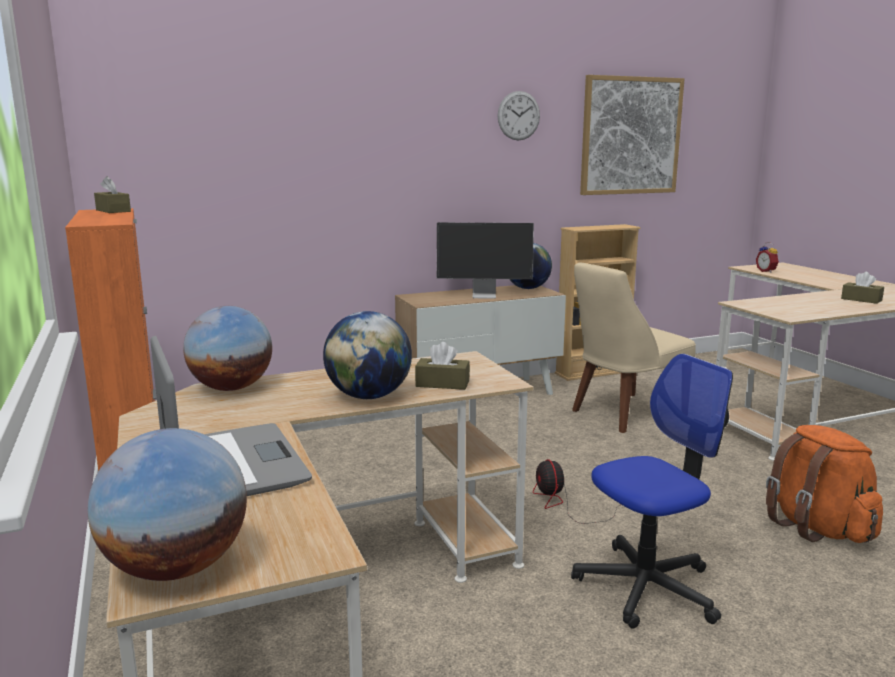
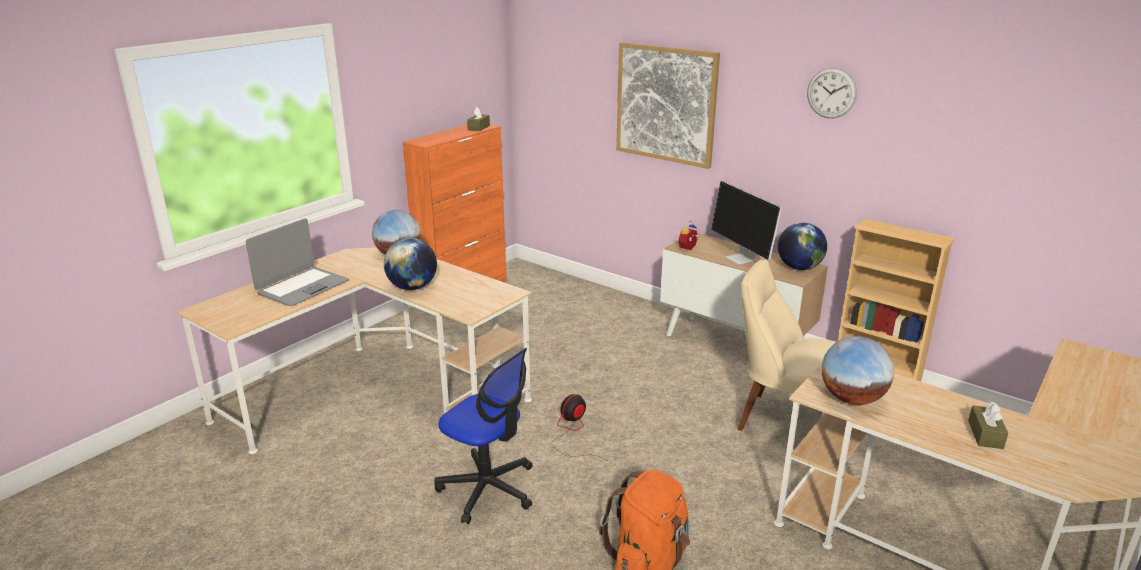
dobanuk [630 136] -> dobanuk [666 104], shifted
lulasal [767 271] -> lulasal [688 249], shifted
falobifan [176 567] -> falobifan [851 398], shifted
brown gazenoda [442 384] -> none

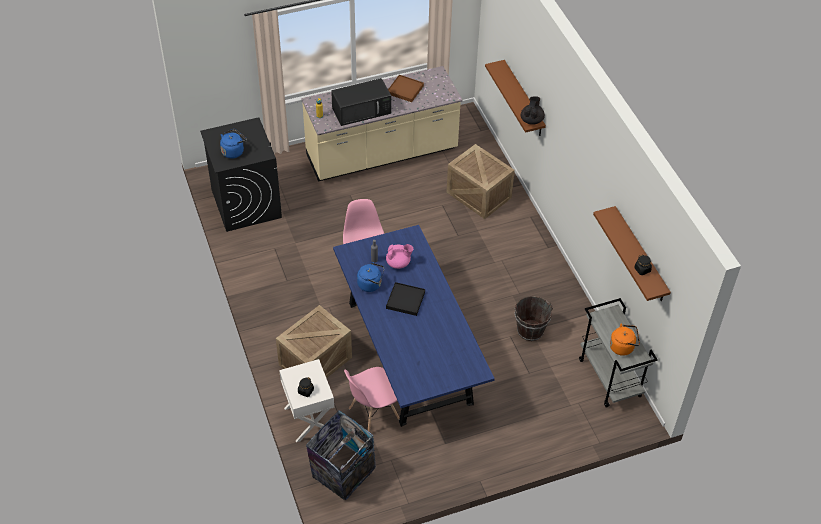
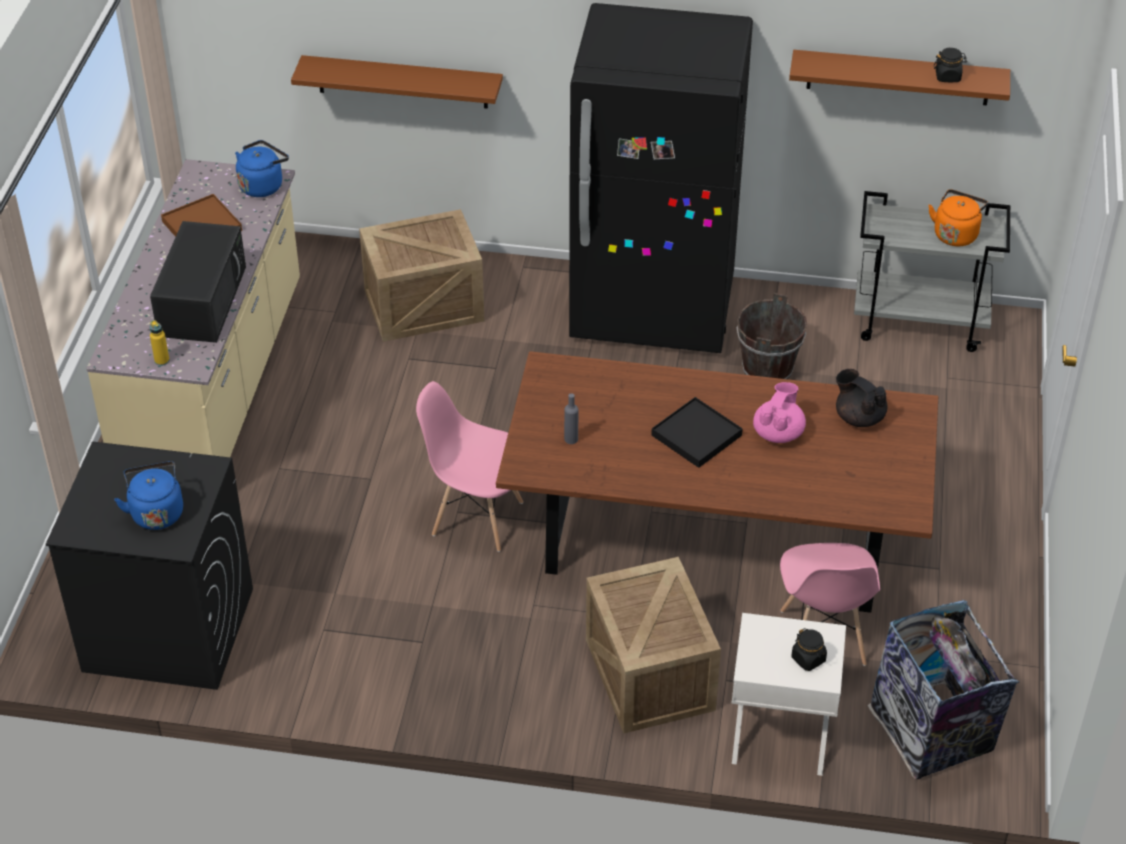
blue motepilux [371 284] -> blue motepilux [263 185], shifted
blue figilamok [409 352] -> brown figilamok [714 535]
none -> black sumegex [653 310]
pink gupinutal [398 263] -> pink gupinutal [778 433], shifted
black gupinutal [531 120] -> black gupinutal [859 417], shifted

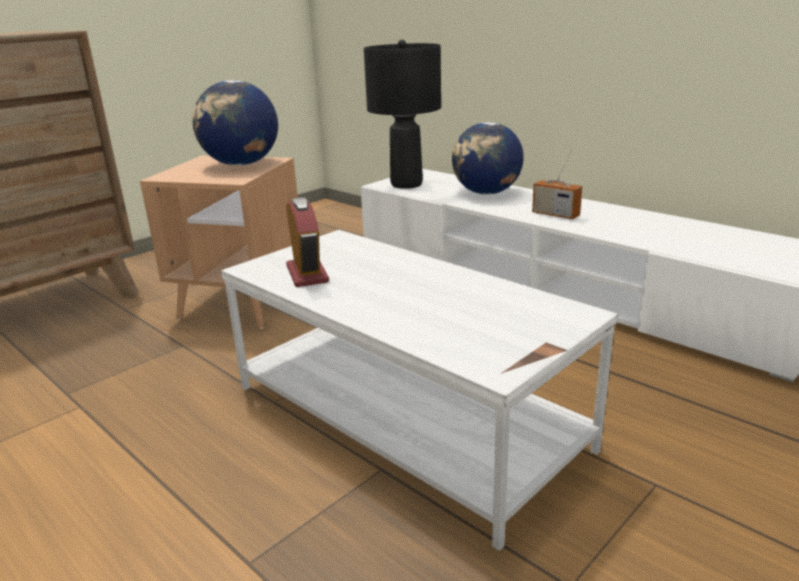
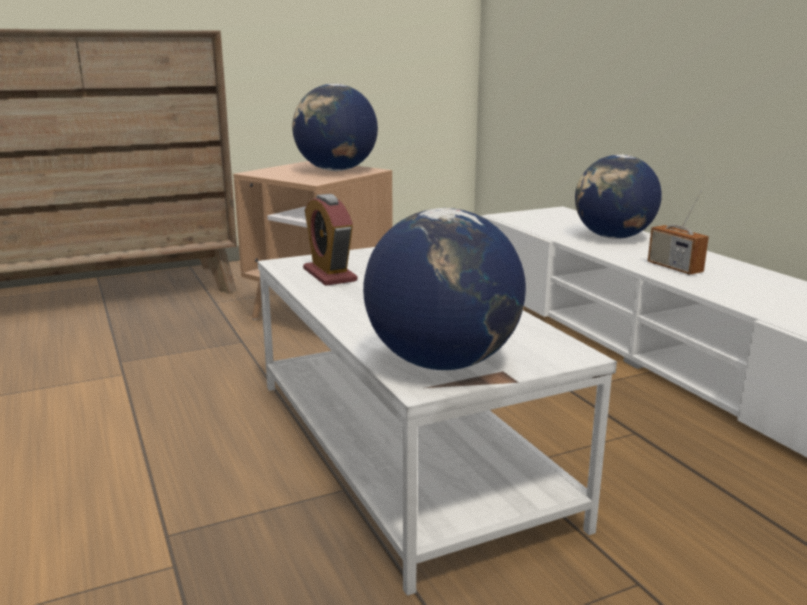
lulasal [307 274] -> lulasal [329 275], 150 degrees clockwise
none -> falobifan [442 362]
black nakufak [406 184] -> none

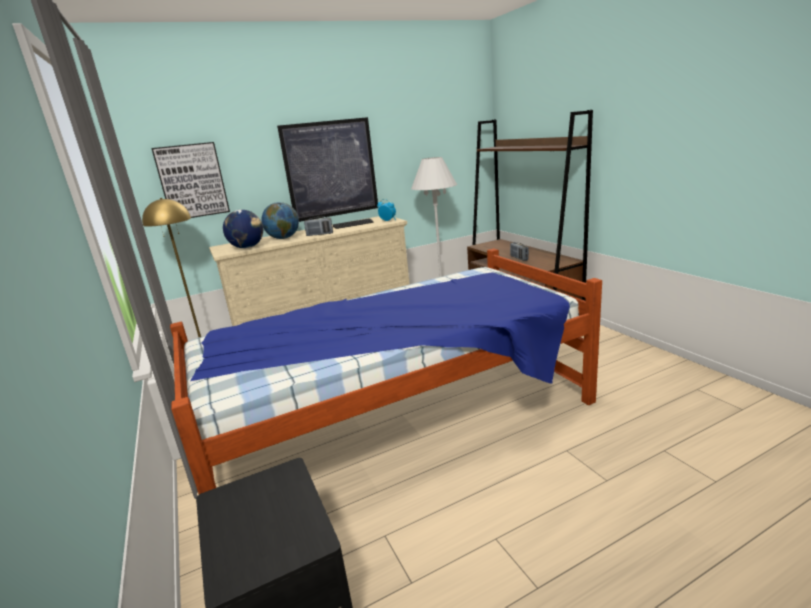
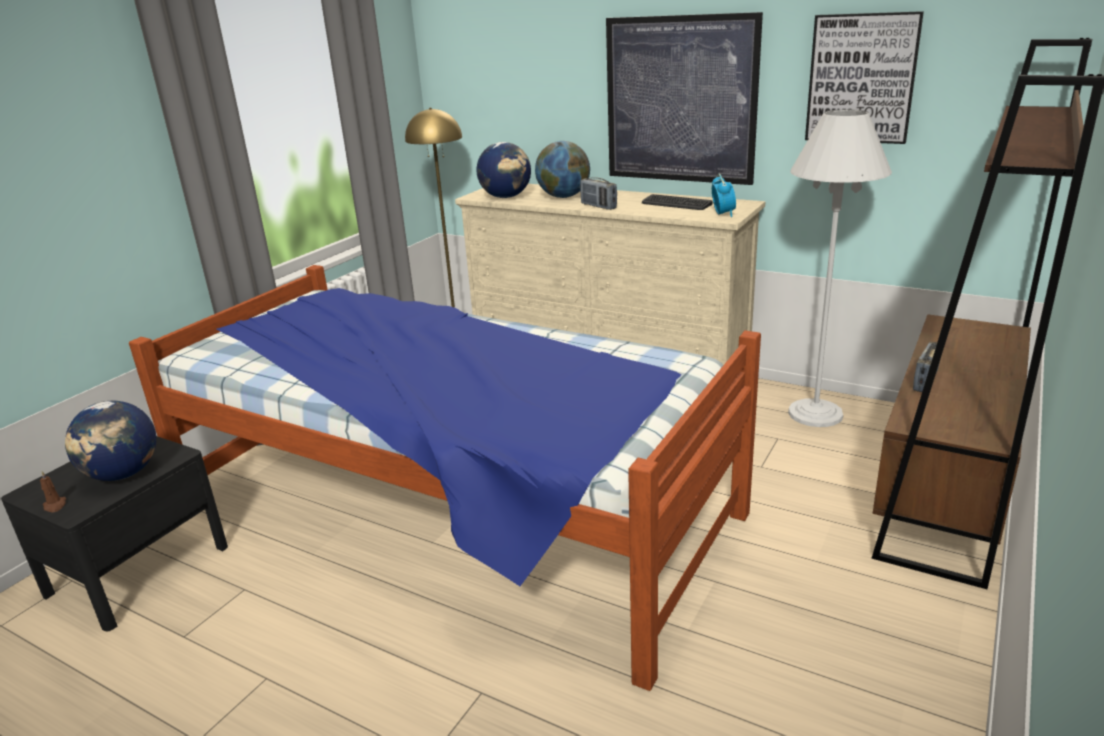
none -> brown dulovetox [55 506]
none -> falobifan [123 474]
dobanuk [192 181] -> dobanuk [861 79], shifted

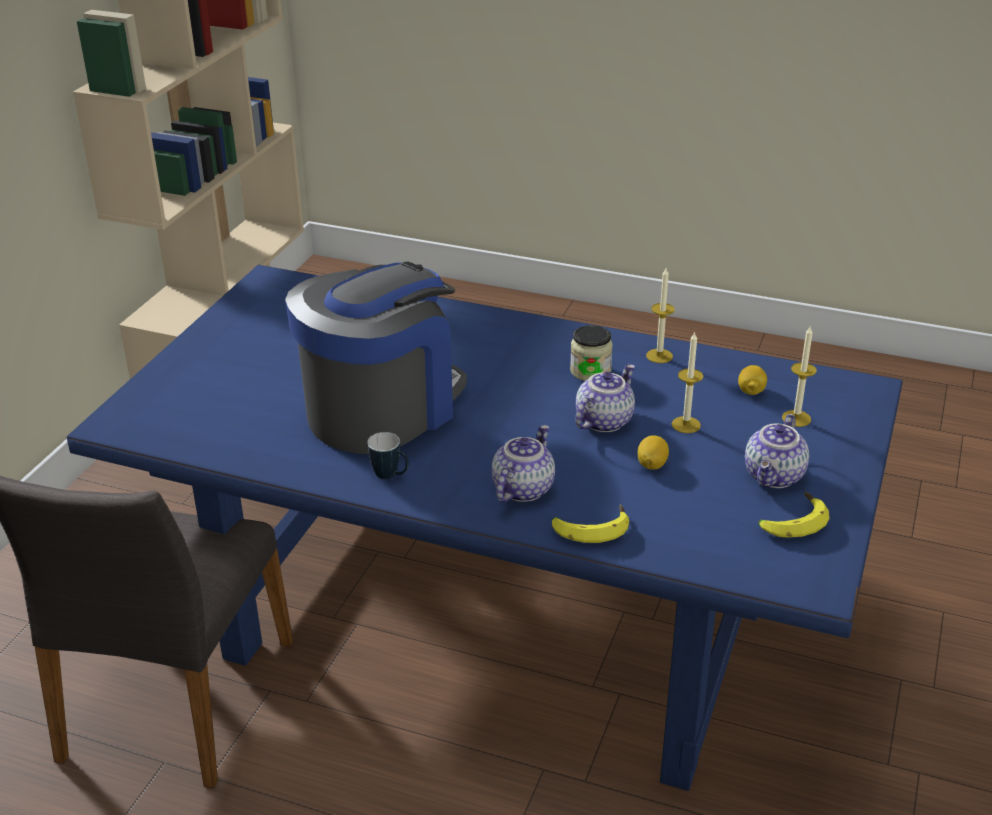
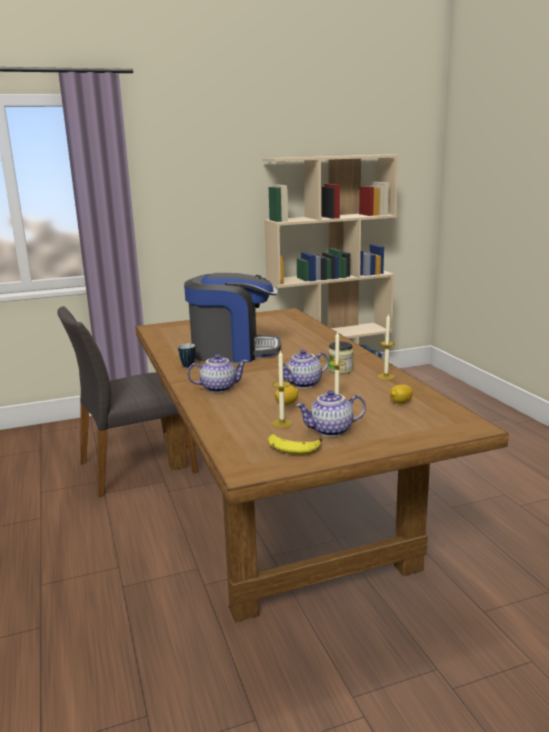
blue figilamok [494 621] -> brown figilamok [276 508]
dulovetox [796 418] -> dulovetox [282 423], shifted
gupinutal [603 420] -> gupinutal [304 384], 150 degrees clockwise
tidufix [590 528] -> none

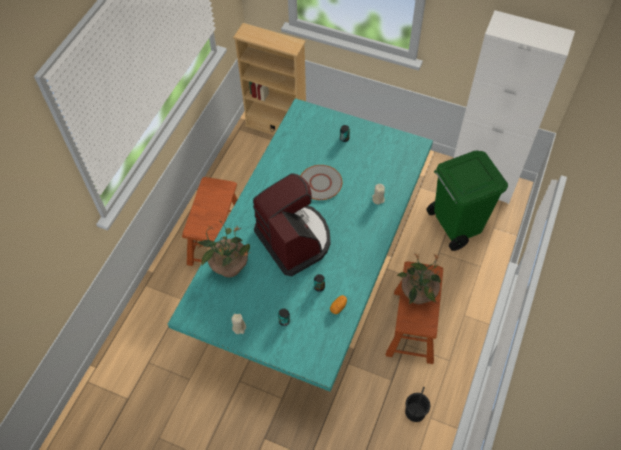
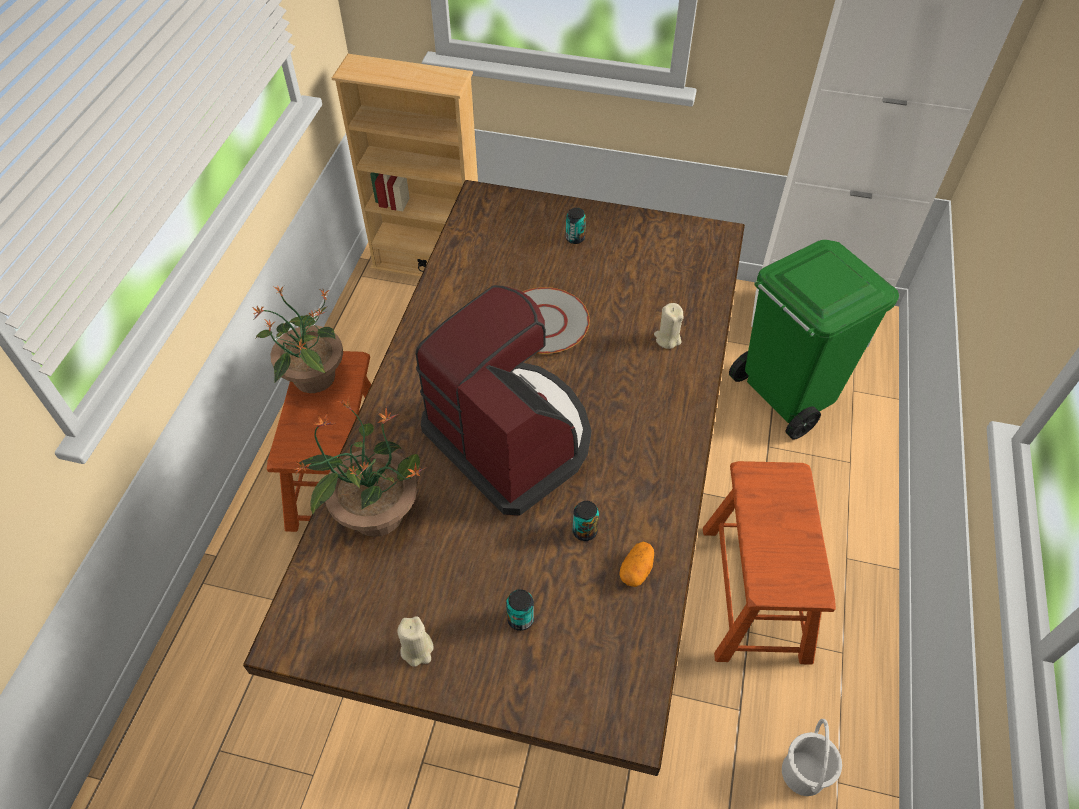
turquoise figilamok [311 281] -> brown figilamok [539 531]
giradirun [417 295] -> giradirun [313 378], shifted
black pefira [415 411] -> white pefira [802 773]

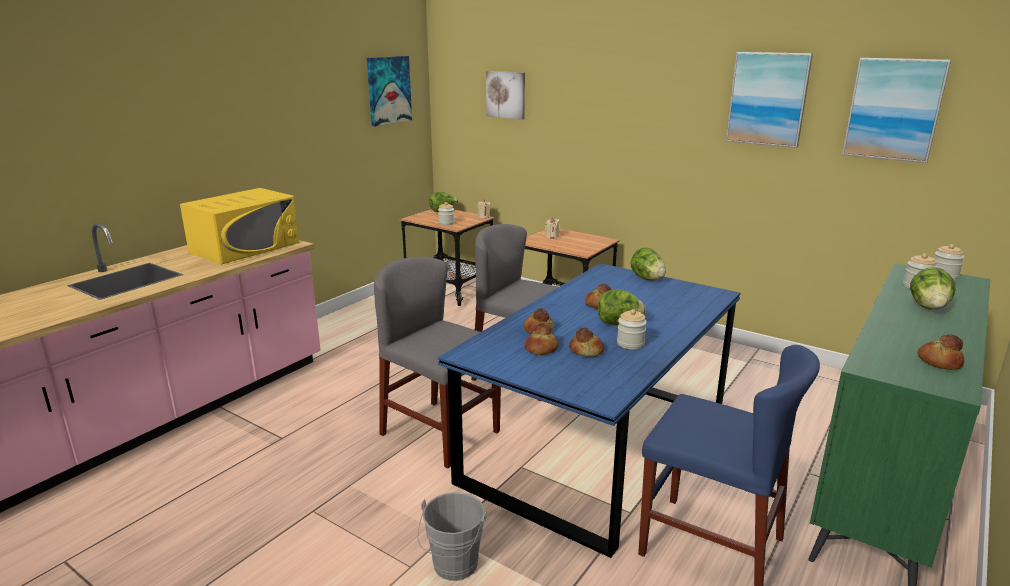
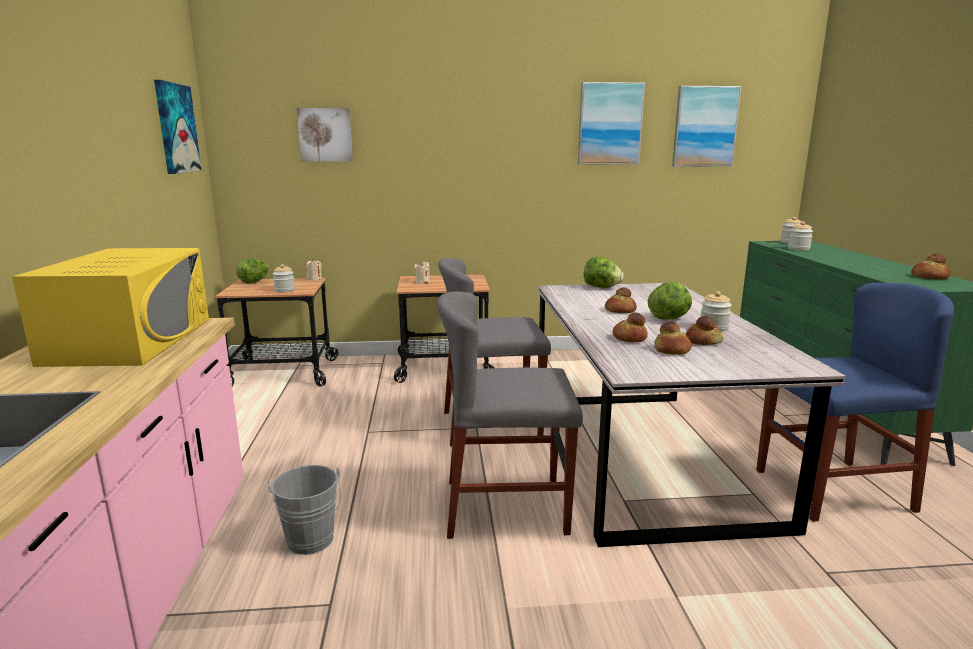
grey pefira [453 568] -> grey pefira [311 543], shifted
blue figilamok [596 443] -> grey figilamok [641 454]
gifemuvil [928 307] -> none

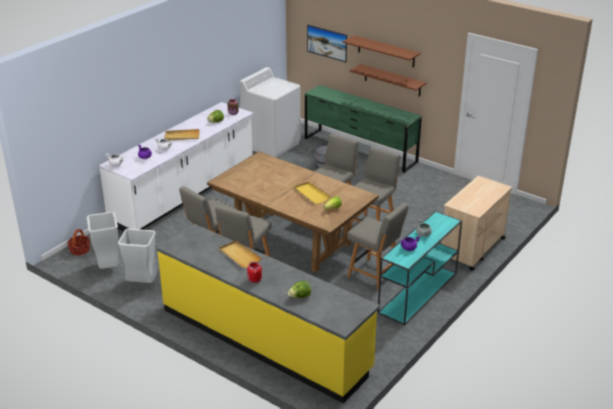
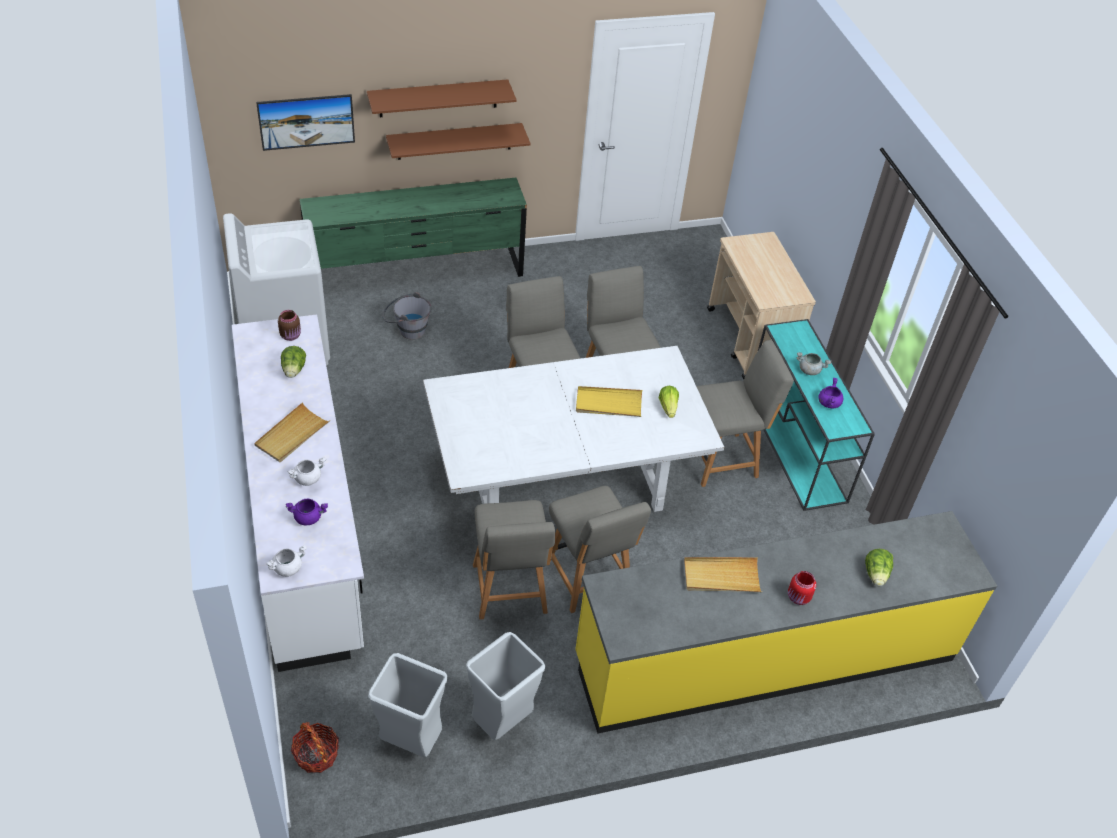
brown figilamok [293 240] -> white figilamok [564 484]

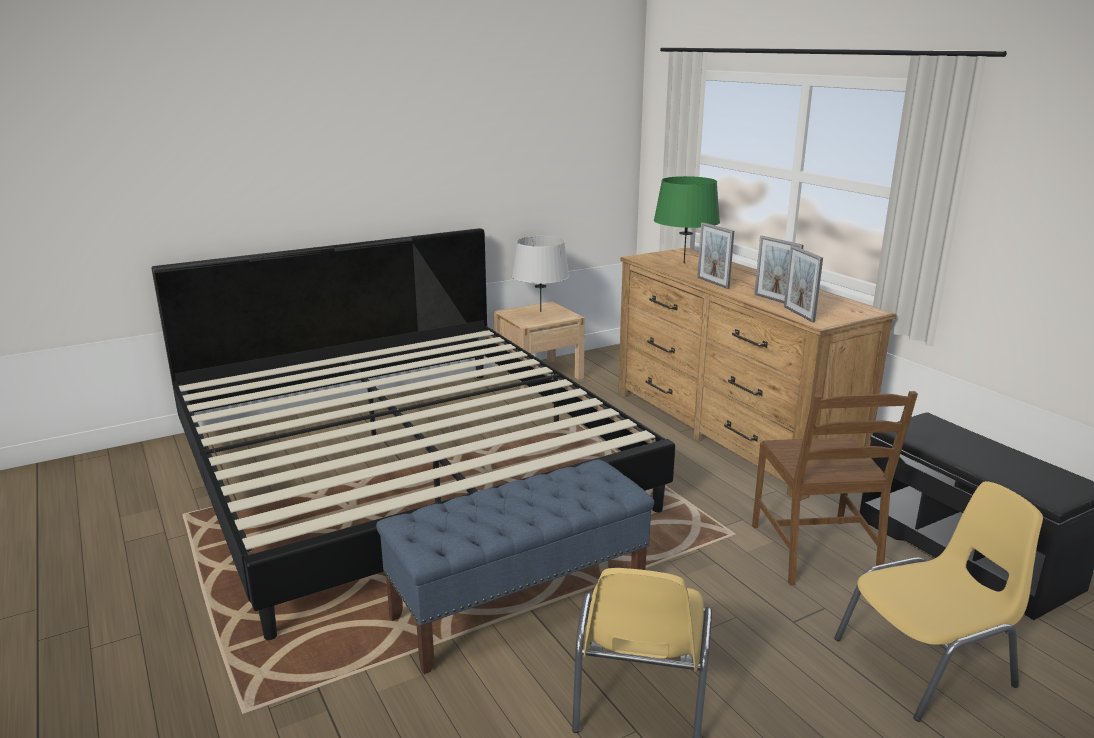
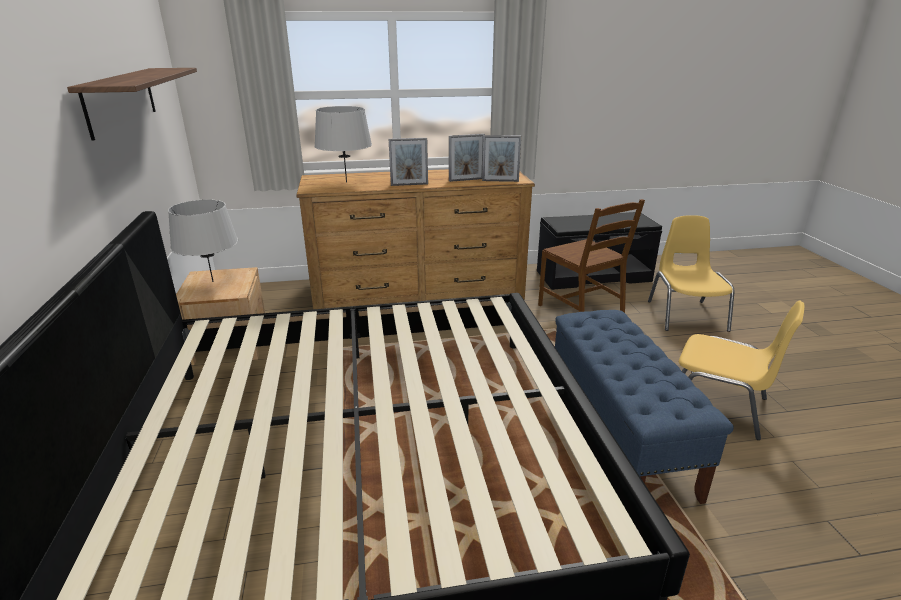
none -> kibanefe [121 100]
green nakufak [684 263] -> grey nakufak [346 182]
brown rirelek [816 552] -> brown rirelek [582 311], 45 degrees clockwise

